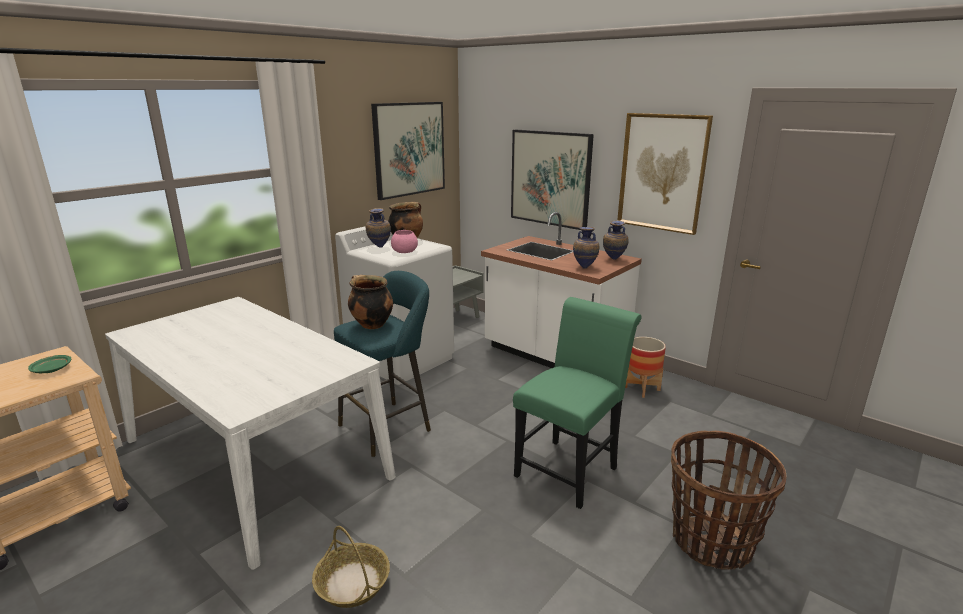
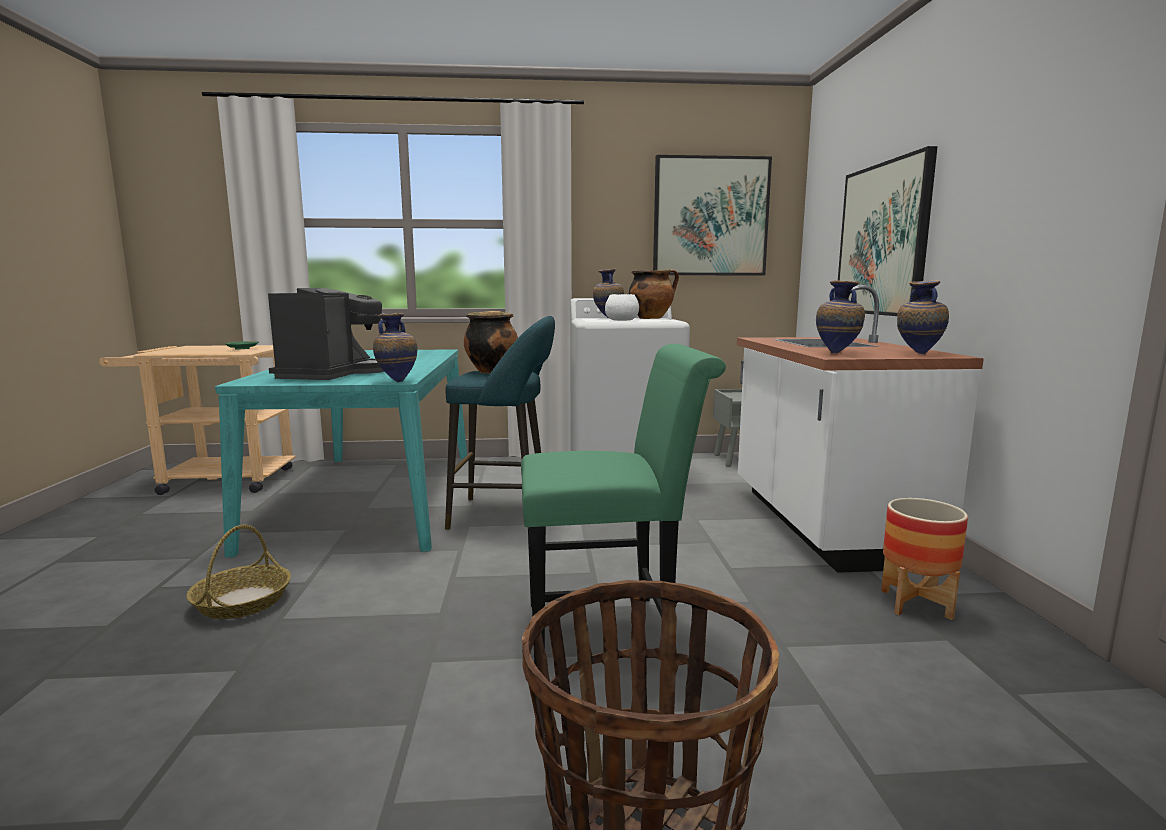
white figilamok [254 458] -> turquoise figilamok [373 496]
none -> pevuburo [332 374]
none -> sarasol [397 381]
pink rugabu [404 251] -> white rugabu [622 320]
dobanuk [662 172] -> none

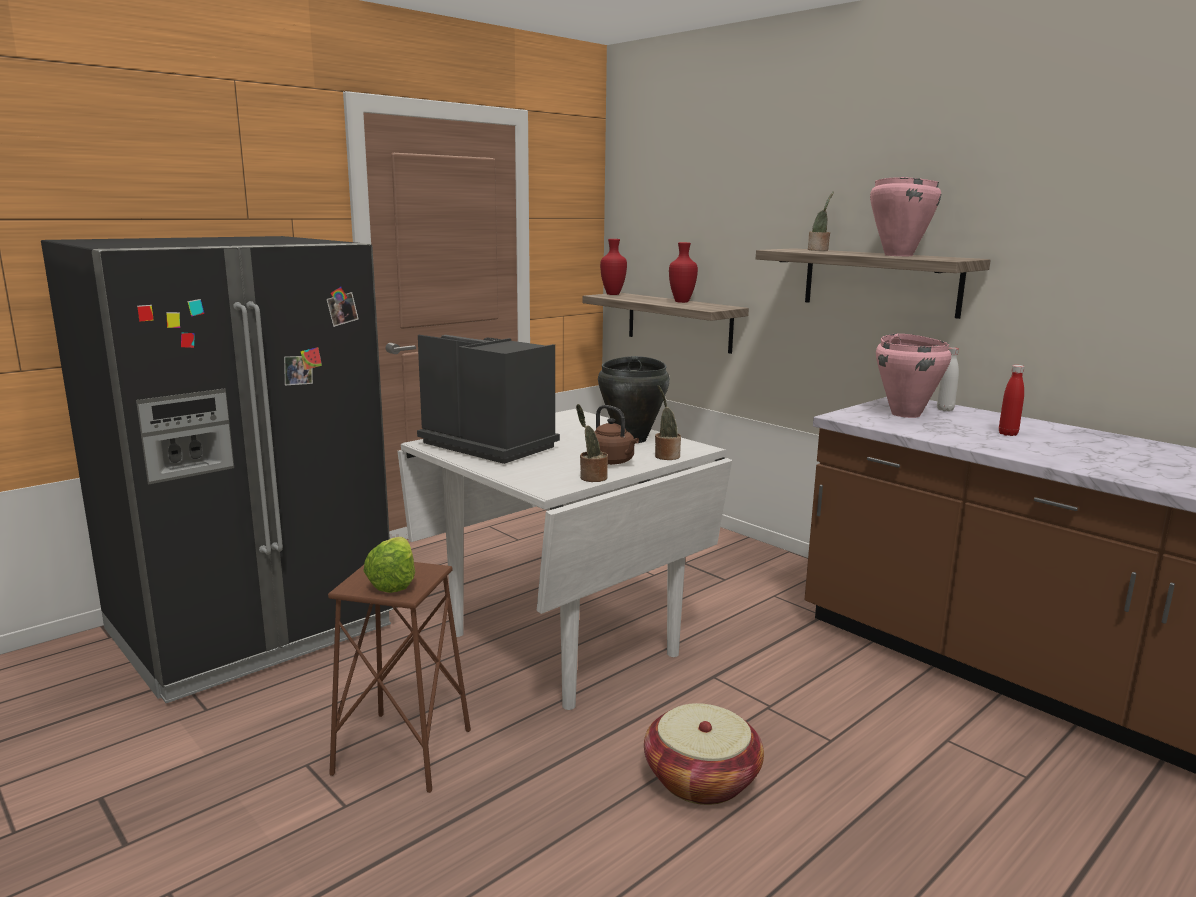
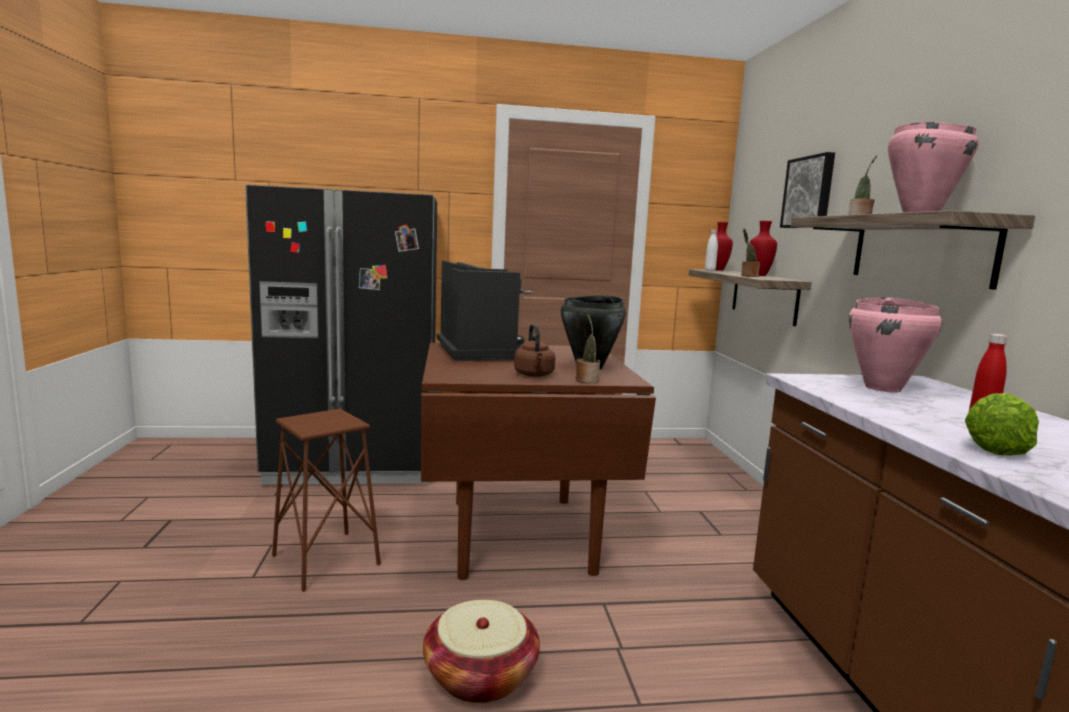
white figilamok [561 644] -> brown figilamok [518 534]
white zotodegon [945 409] -> white zotodegon [710 270], shifted
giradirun [591 478] -> giradirun [748 276], shifted
none -> dobanuk [809 192]
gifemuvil [397 580] -> gifemuvil [997 446], shifted

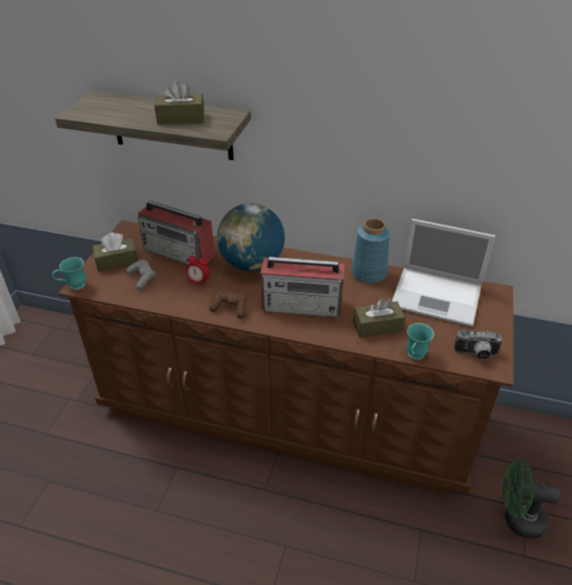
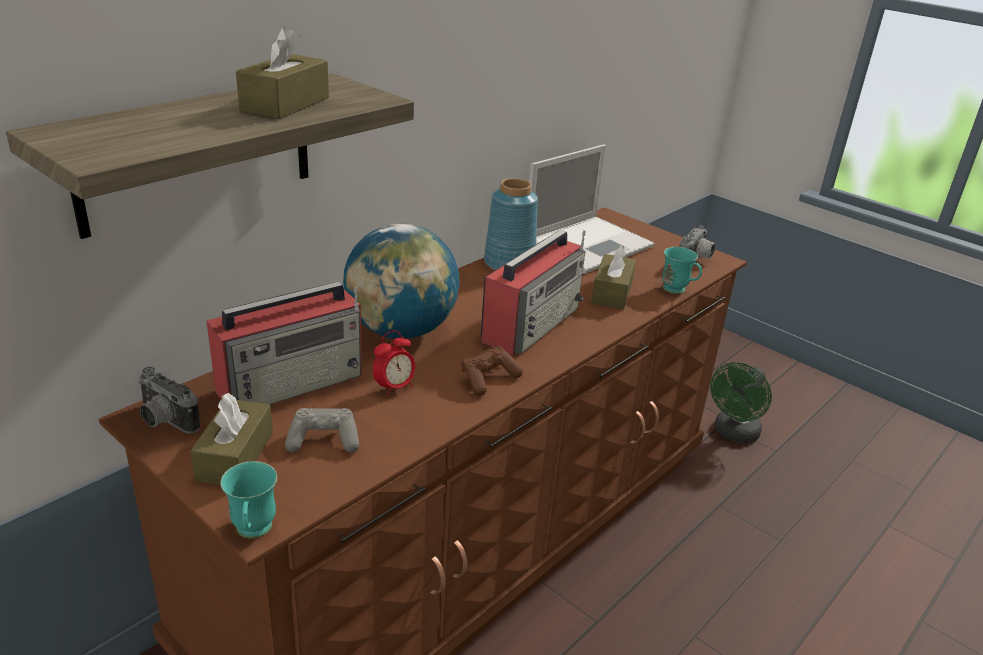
none -> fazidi [164 421]

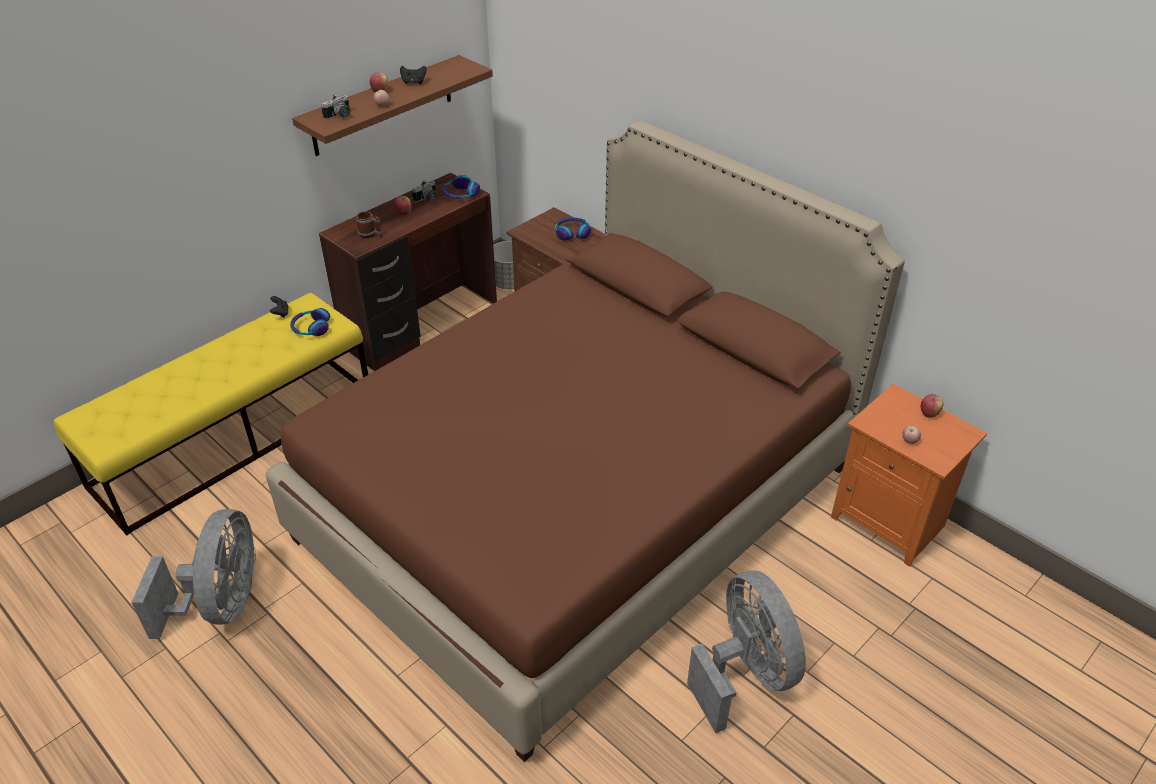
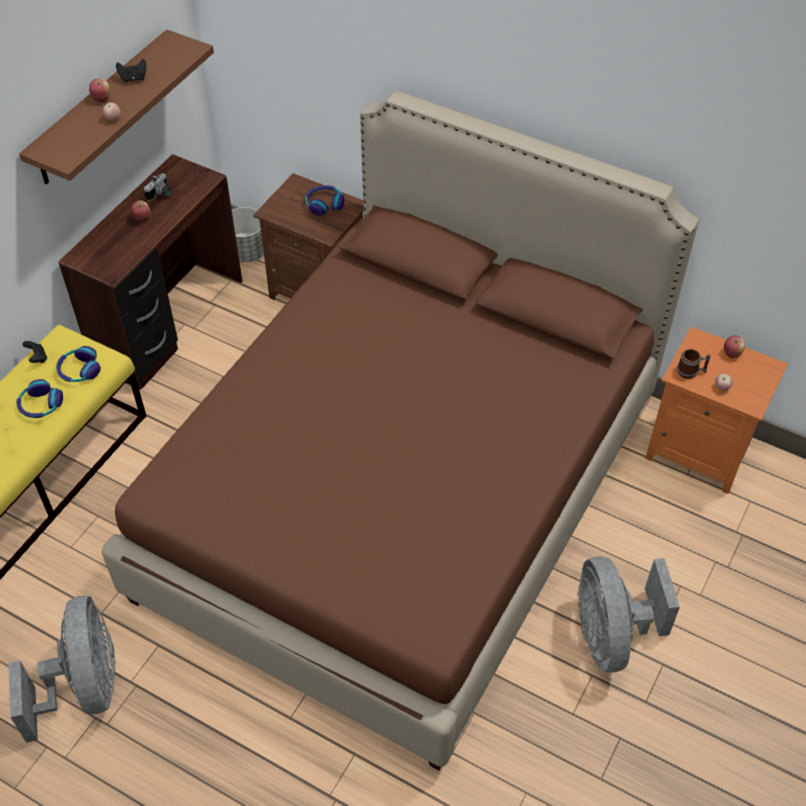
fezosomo [460 194] -> fezosomo [40 405], shifted
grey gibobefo [745 673] -> grey gibobefo [610 635], 150 degrees counterclockwise
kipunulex [370 234] -> kipunulex [691 371], shifted
fazidi [340 116] -> none

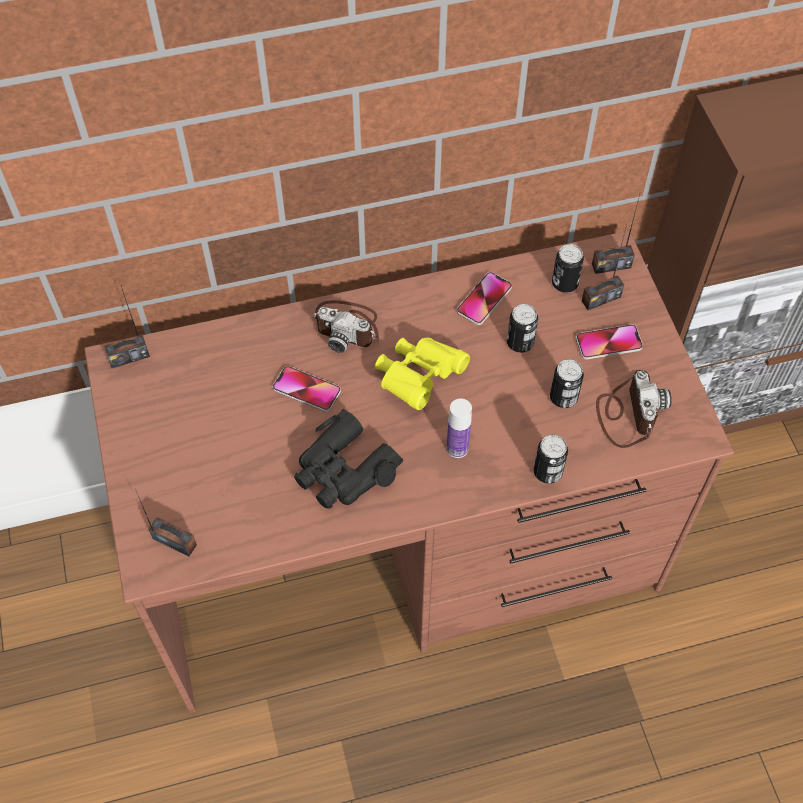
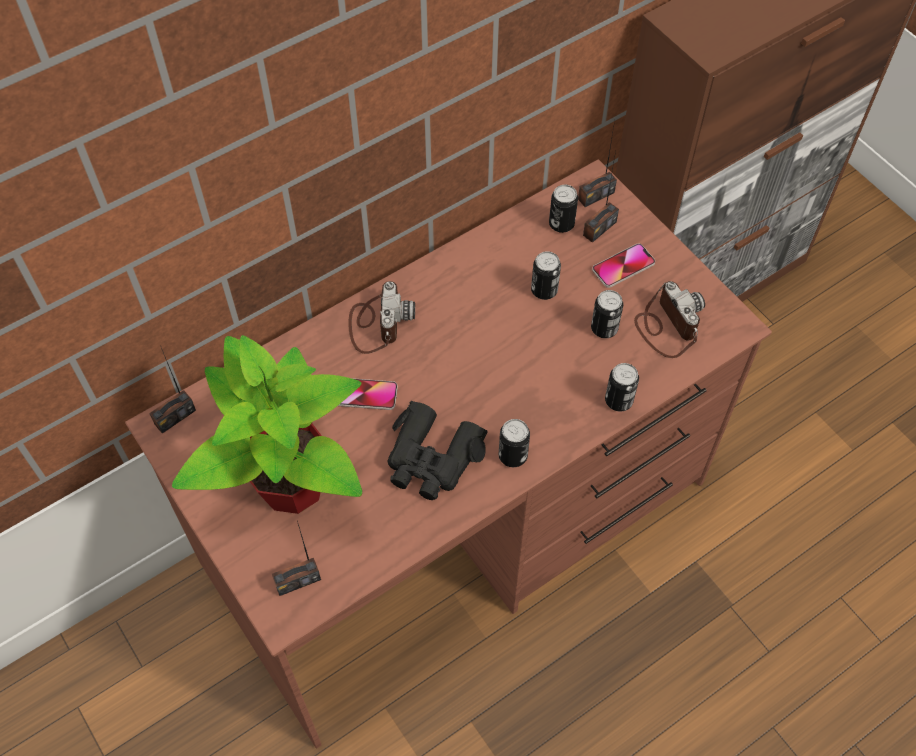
none -> giradirun [291 484]
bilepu [174 542] -> bilepu [297 581], 150 degrees clockwise
fazidi [347 326] -> fazidi [377 323], 90 degrees counterclockwise
none -> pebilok [513 455]
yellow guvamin [418 378] -> none
zotodegon [457 448] -> none
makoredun [484 299] -> none

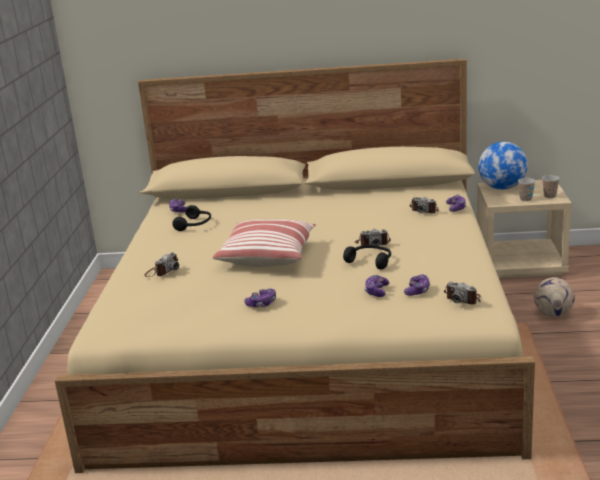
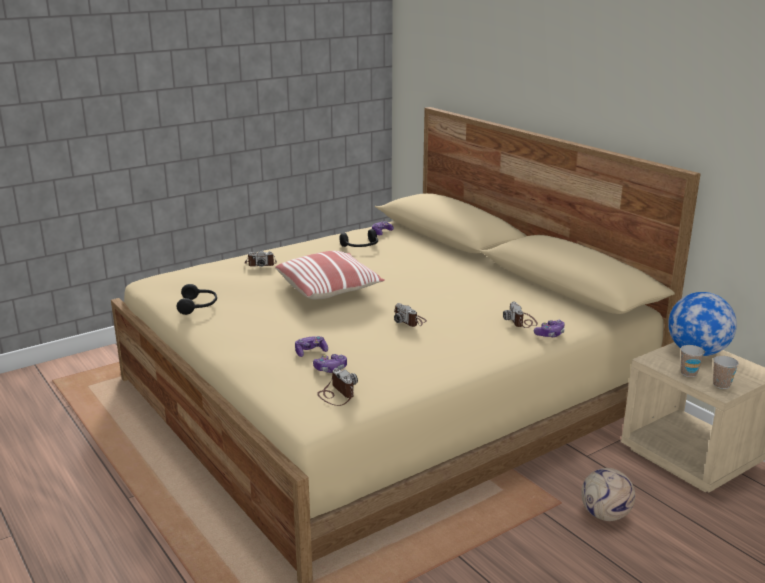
black fezosomo [370 261] -> black fezosomo [198 306], shifted
fazidi [463 298] -> fazidi [336 394], 150 degrees clockwise
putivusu [262 303] -> none

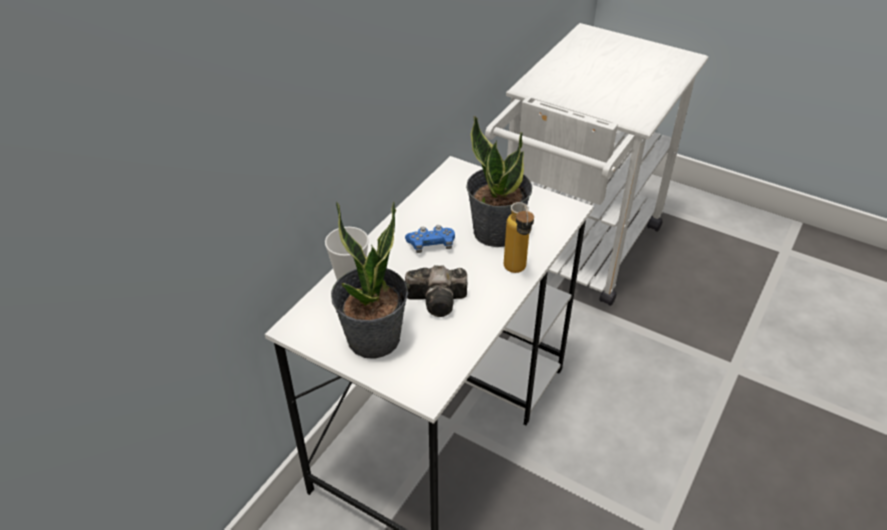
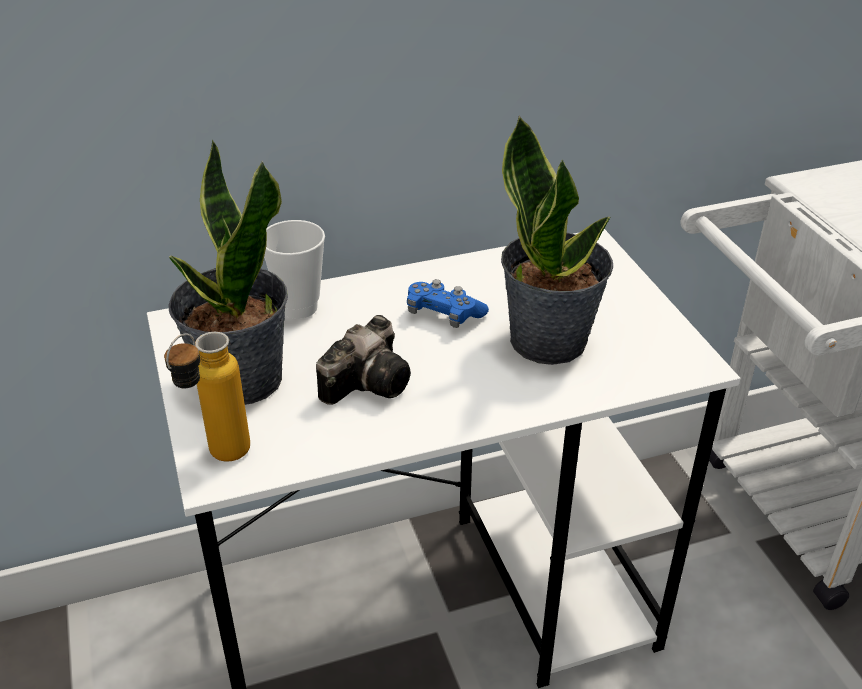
zotodegon [516 272] -> zotodegon [218 459], shifted
fazidi [440 301] -> fazidi [370 381], 90 degrees counterclockwise

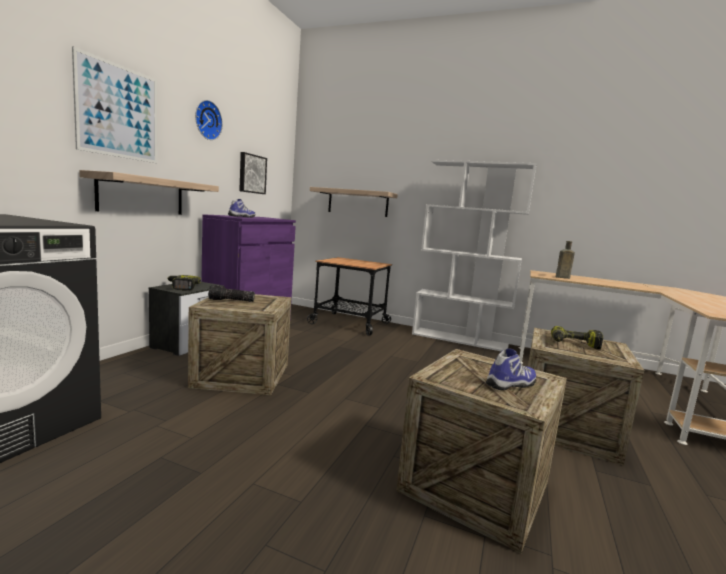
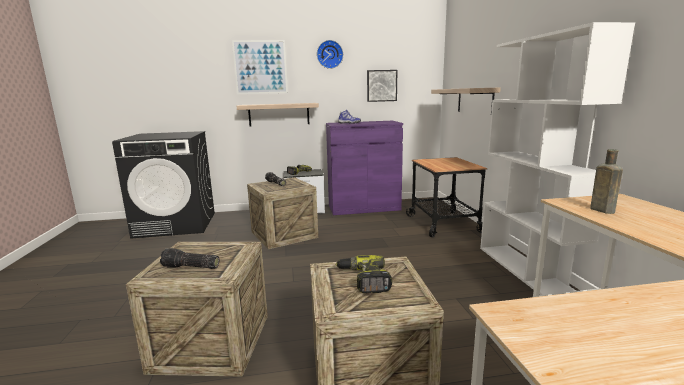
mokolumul [512 384] -> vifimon [190 267]

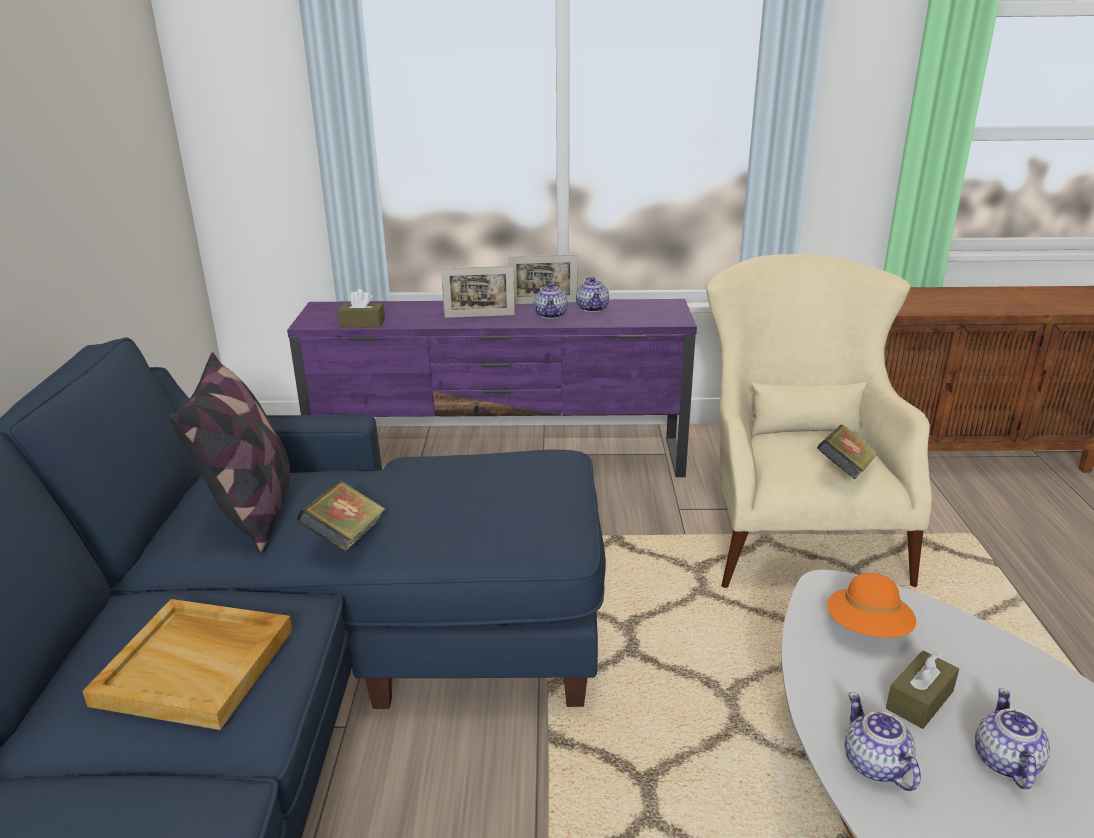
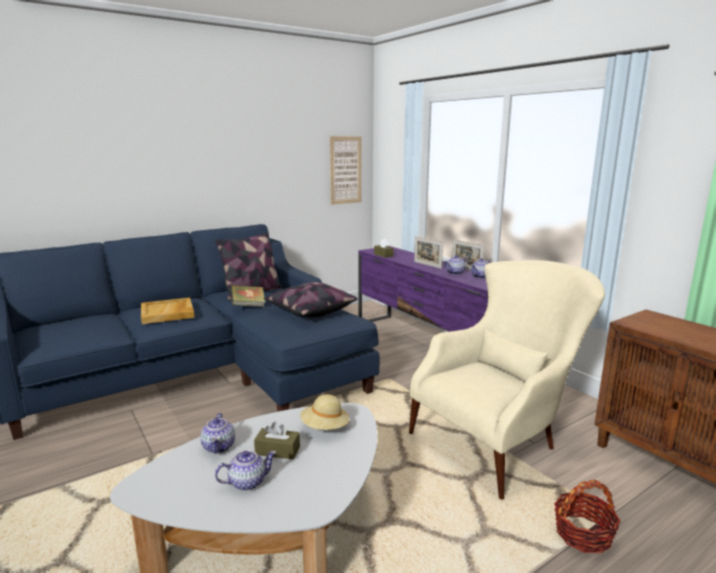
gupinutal [875 765] -> gupinutal [219 446], 135 degrees clockwise
none -> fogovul [310 311]
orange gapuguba [868 629] -> beige gapuguba [324 427]
none -> dobanuk [345 170]
none -> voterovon [583 534]
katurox [844 470] -> none

